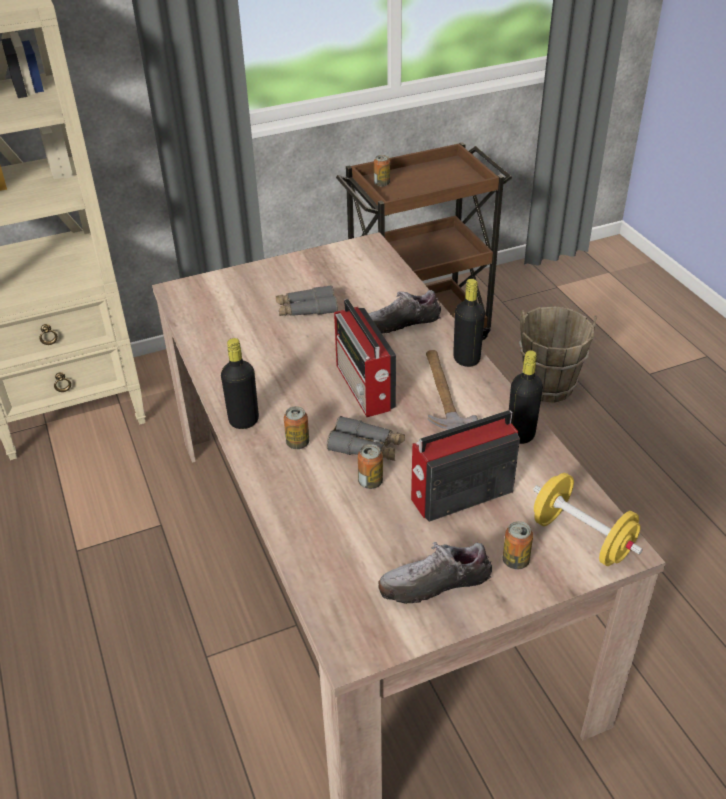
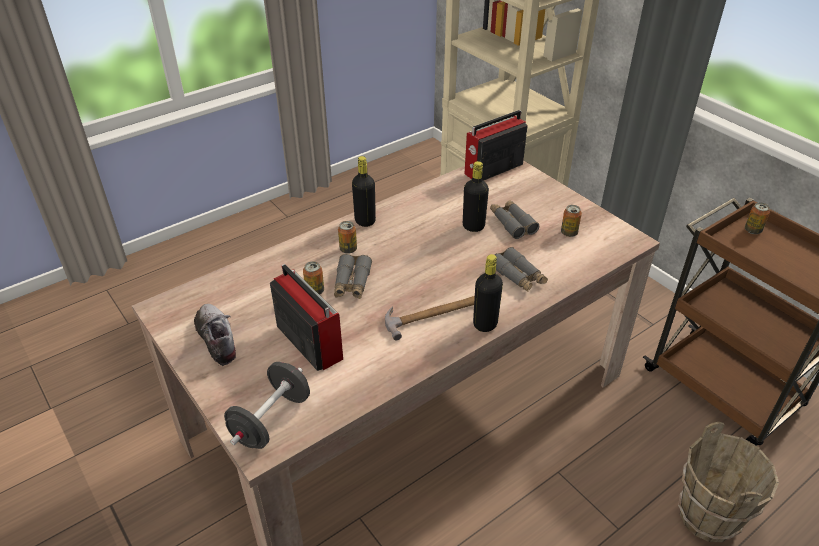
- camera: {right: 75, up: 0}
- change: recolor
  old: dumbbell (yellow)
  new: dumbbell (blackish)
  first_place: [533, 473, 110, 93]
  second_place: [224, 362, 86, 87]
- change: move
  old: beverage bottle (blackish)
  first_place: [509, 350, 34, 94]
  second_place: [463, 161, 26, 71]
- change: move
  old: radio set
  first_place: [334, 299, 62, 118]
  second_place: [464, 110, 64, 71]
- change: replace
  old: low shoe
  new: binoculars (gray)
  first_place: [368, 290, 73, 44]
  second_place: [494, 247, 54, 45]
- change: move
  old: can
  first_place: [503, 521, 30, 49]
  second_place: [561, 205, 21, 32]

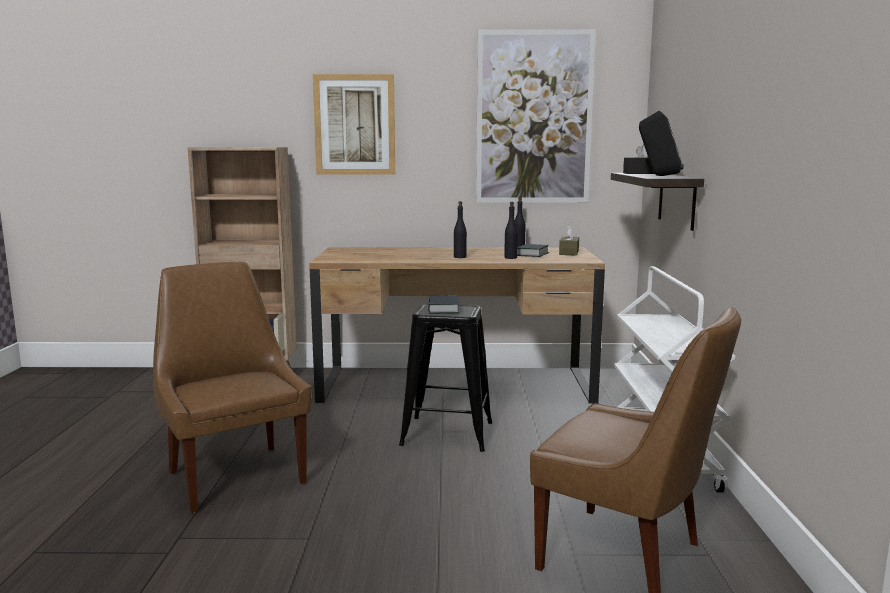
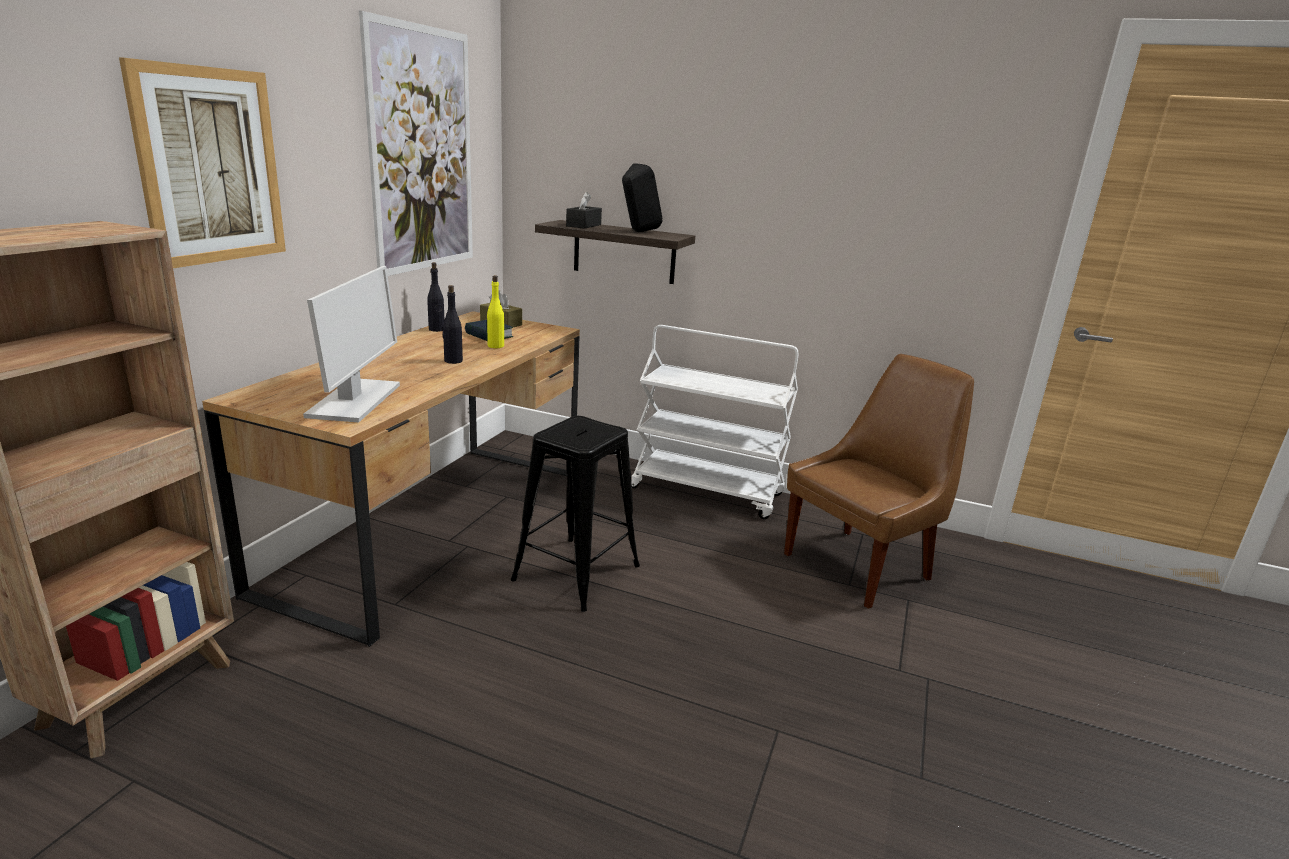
- camera: {right: -70, up: 10}
- change: insert
  new: computer screen
  second_place: [303, 266, 97, 157]
- change: recolor
  old: beverage bottle (blackish)
  new: beverage bottle (yellow)
  first_place: [504, 202, 14, 57]
  second_place: [487, 275, 17, 73]
- change: delete
  old: chair (brownish)
  first_place: [153, 262, 158, 251]
- change: delete
  old: bound book
  first_place: [428, 296, 31, 18]

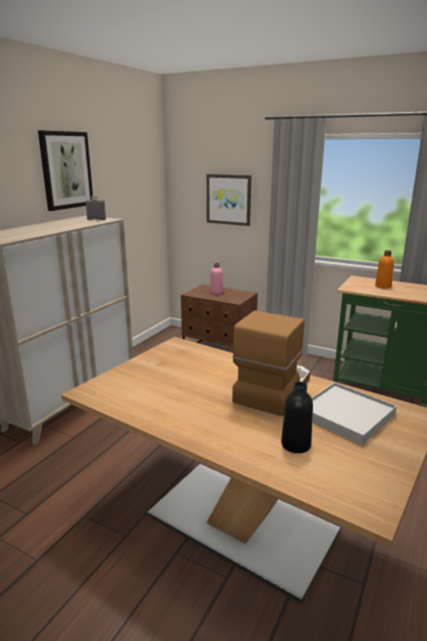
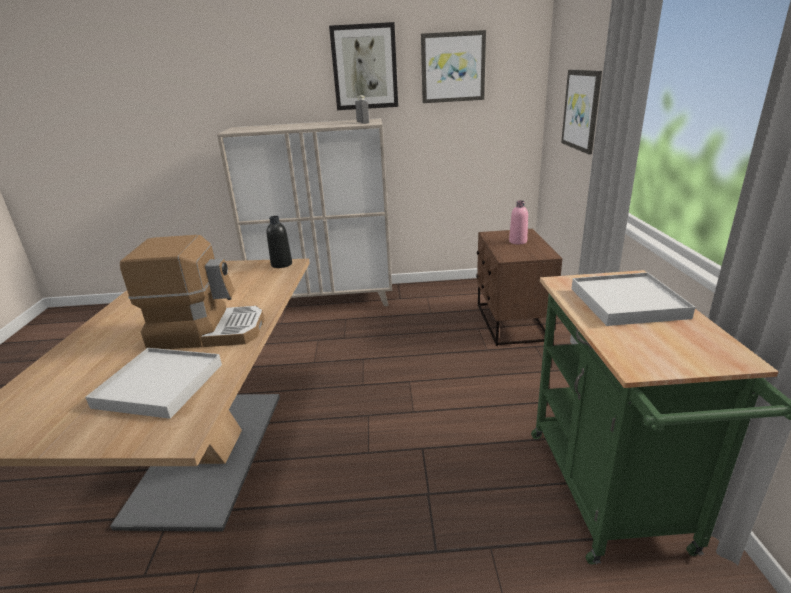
- camera: {right: 60, up: 5}
- change: move
  old: beverage bottle (blackish)
  first_place: [281, 382, 32, 71]
  second_place: [266, 216, 26, 52]
- change: insert
  new: wall art
  second_place: [421, 30, 65, 73]
- change: replace
  old: beverage bottle (orange)
  new: tray (white-coloured)
  first_place: [375, 250, 19, 39]
  second_place: [572, 272, 123, 54]

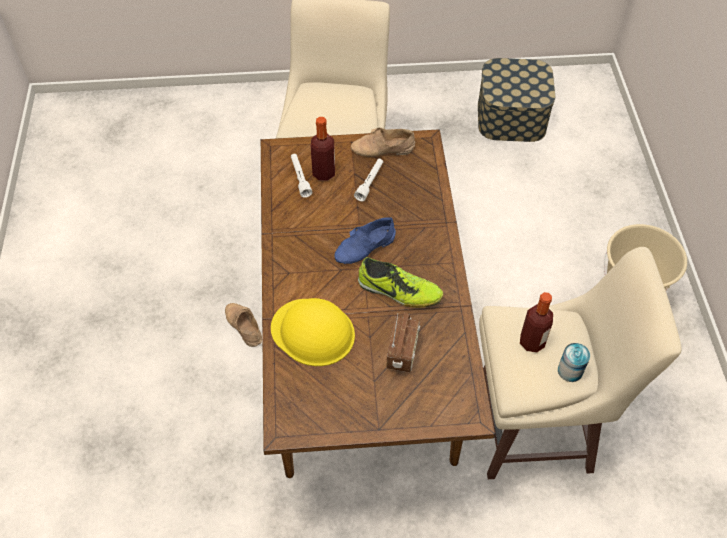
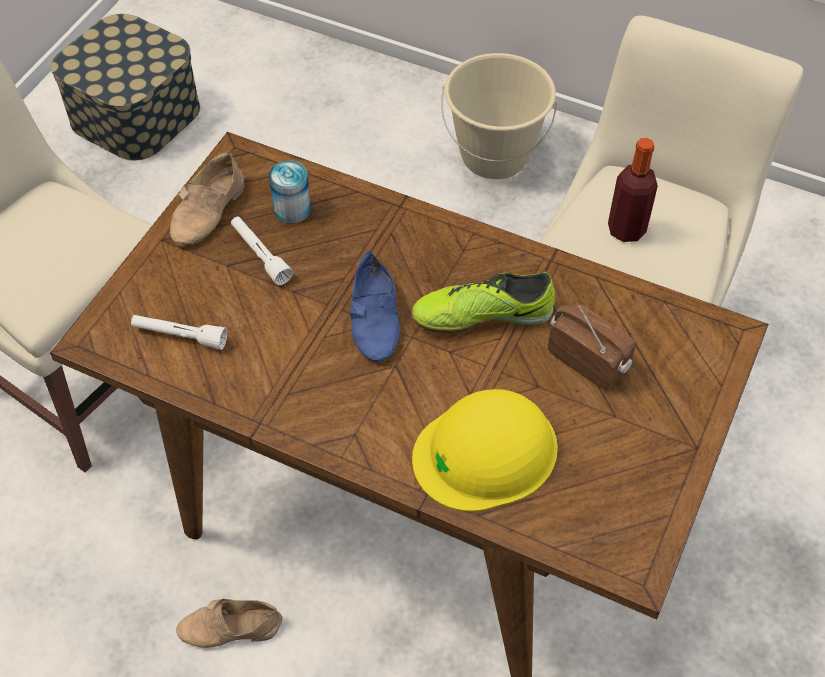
- camera: {right: -60, up: 0}
- change: move
  old: can
  first_place: [558, 343, 32, 39]
  second_place: [269, 160, 42, 64]
- change: rotate
  old: low shoe
  first_place: [358, 257, 85, 51]
  second_place: [412, 272, 143, 61]
  degrees: -150
- change: delete
  old: beverage bottle
  first_place: [311, 117, 24, 64]

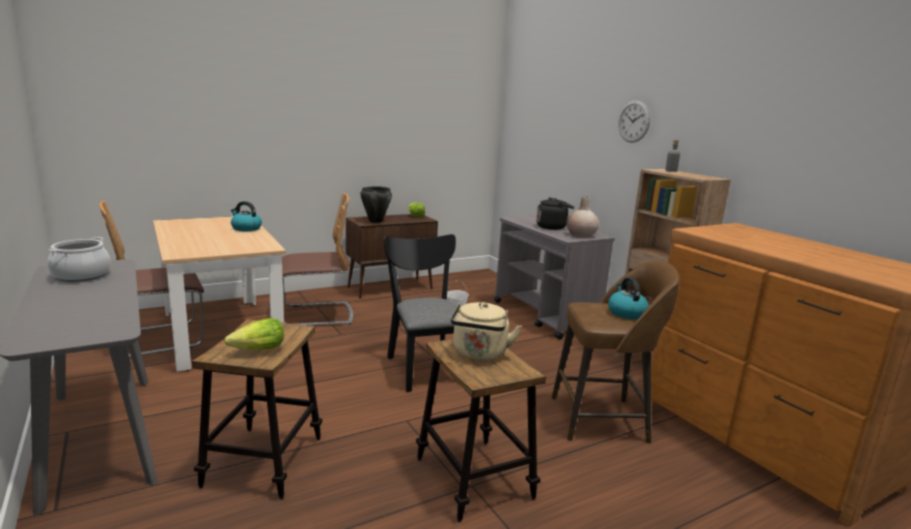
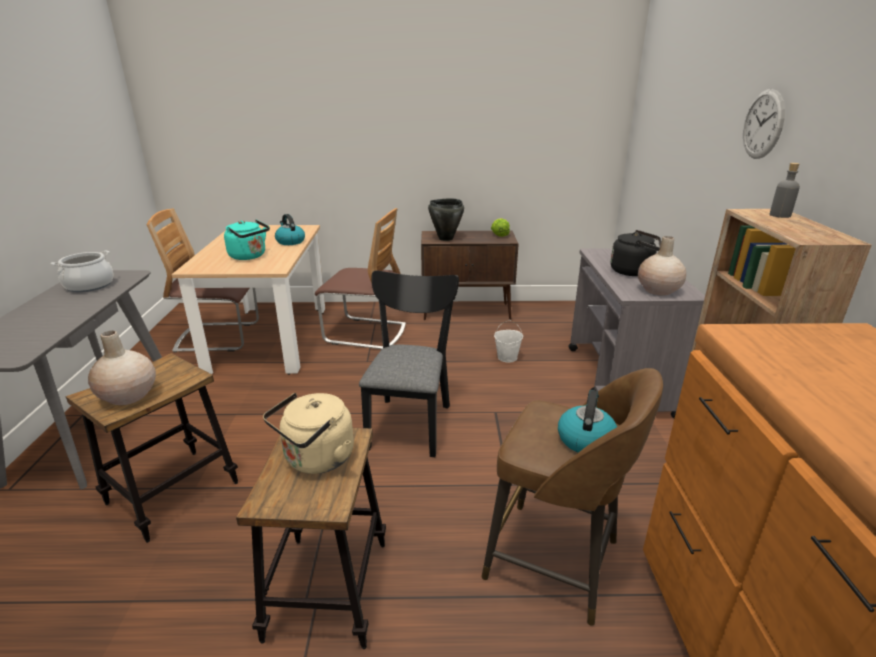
- camera: {right: 30, up: 10}
- change: replace
  old: lettuce head
  new: vase (beige)
  first_place: [224, 318, 60, 32]
  second_place: [88, 331, 68, 74]
- change: insert
  new: kettle (turquoise-coloured)
  second_place: [224, 219, 46, 41]

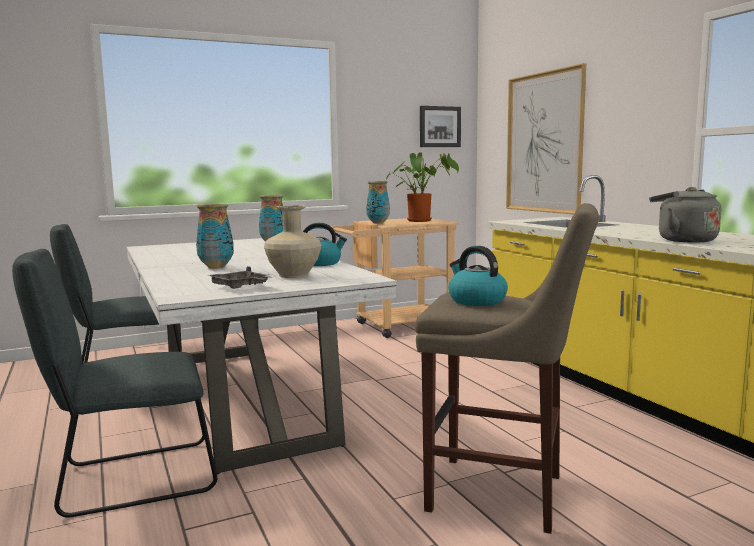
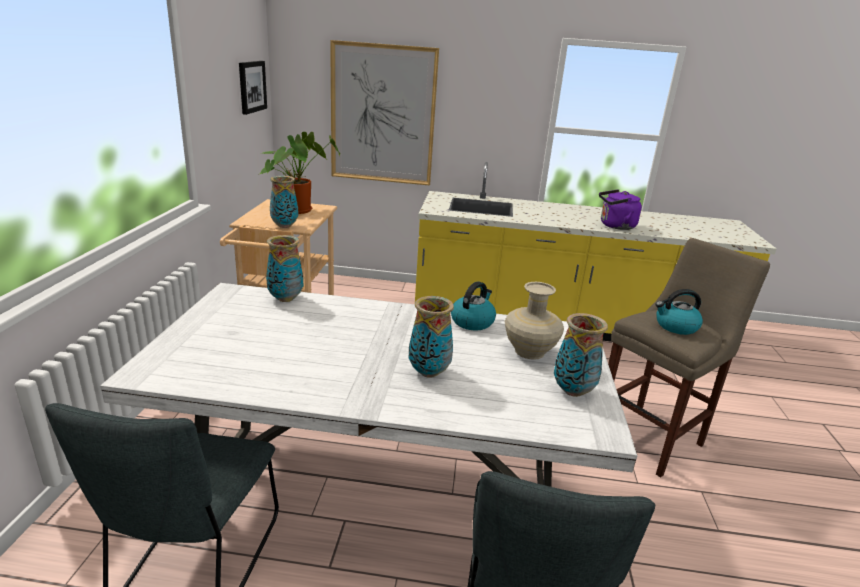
- camera: {right: -60, up: 15}
- change: replace
  old: tray (gray)
  new: vase
  first_place: [207, 266, 65, 23]
  second_place: [554, 313, 54, 84]
- change: recolor
  old: kettle (gray)
  new: kettle (purple)
  first_place: [649, 187, 72, 56]
  second_place: [599, 189, 43, 41]

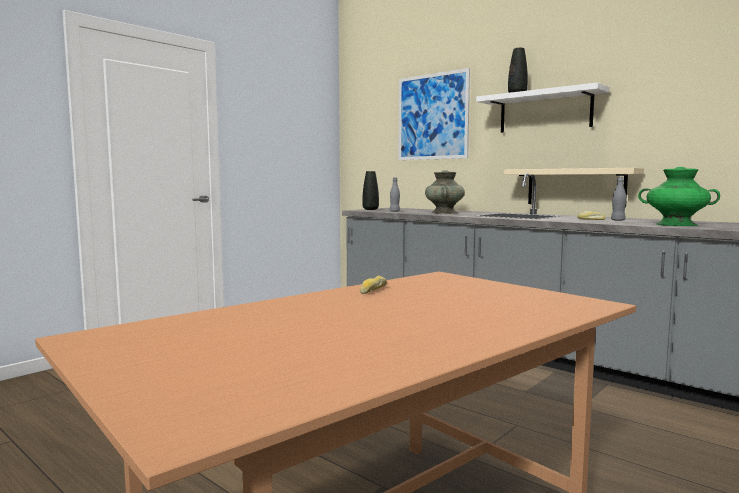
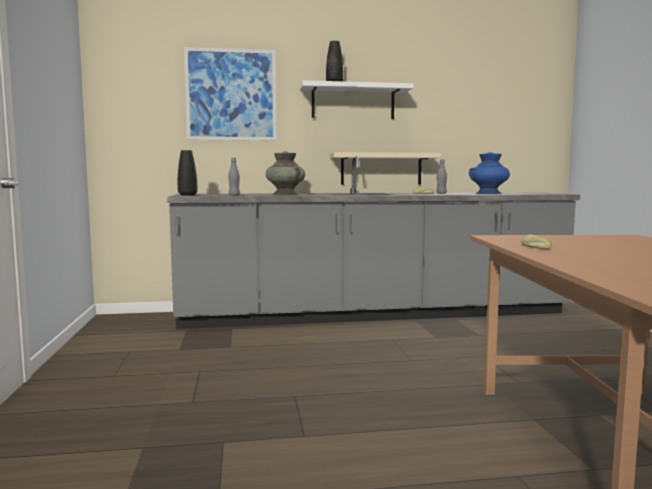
- camera: {right: -50, up: 0}
- change: recolor
  old: vase (green)
  new: vase (blue)
  first_place: [638, 167, 82, 59]
  second_place: [469, 152, 41, 42]

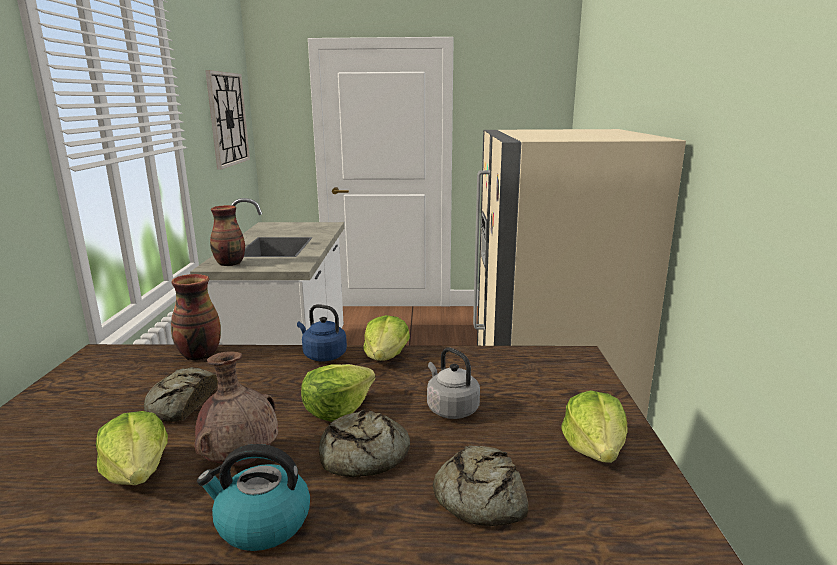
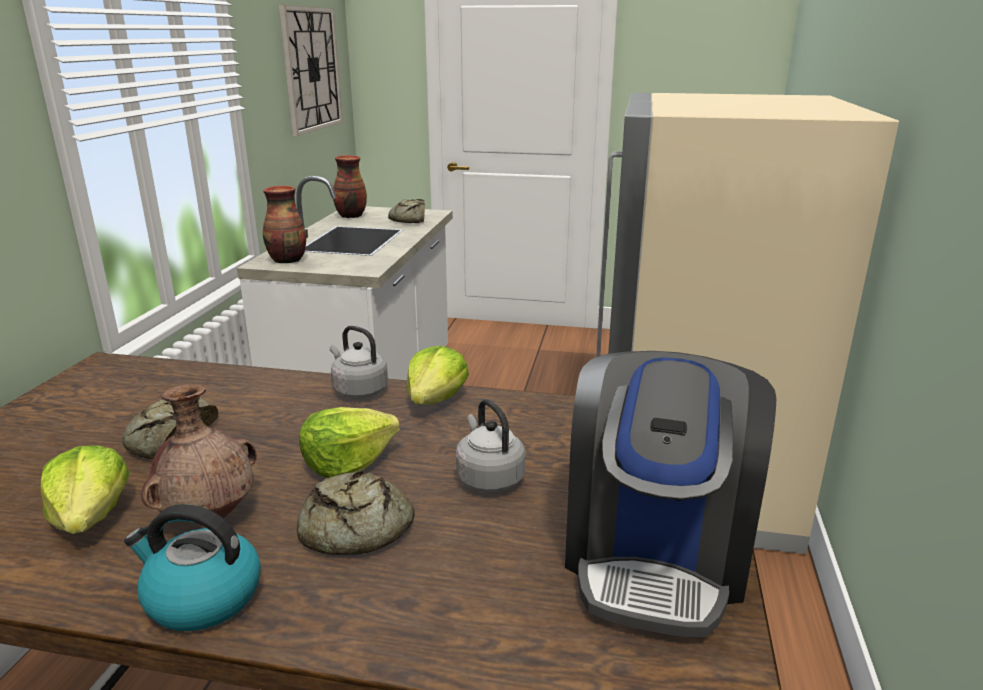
- camera: {right: 10, up: 5}
- change: recolor
  old: kettle (blue)
  new: kettle (gray)
  first_place: [297, 304, 50, 57]
  second_place: [330, 325, 58, 74]
- change: move
  old: vase
  first_place: [171, 274, 50, 87]
  second_place: [333, 155, 34, 63]
- change: move
  old: bread
  first_place: [433, 445, 96, 81]
  second_place: [388, 199, 37, 24]
- change: replace
  old: lettuce head
  new: coffee machine
  first_place: [562, 390, 66, 73]
  second_place: [565, 351, 212, 286]

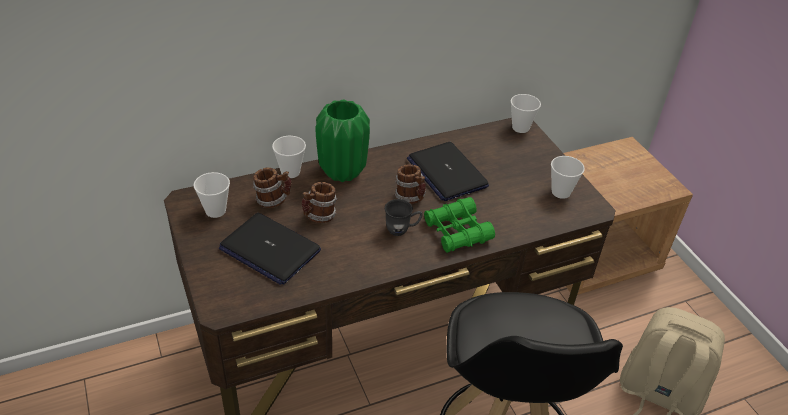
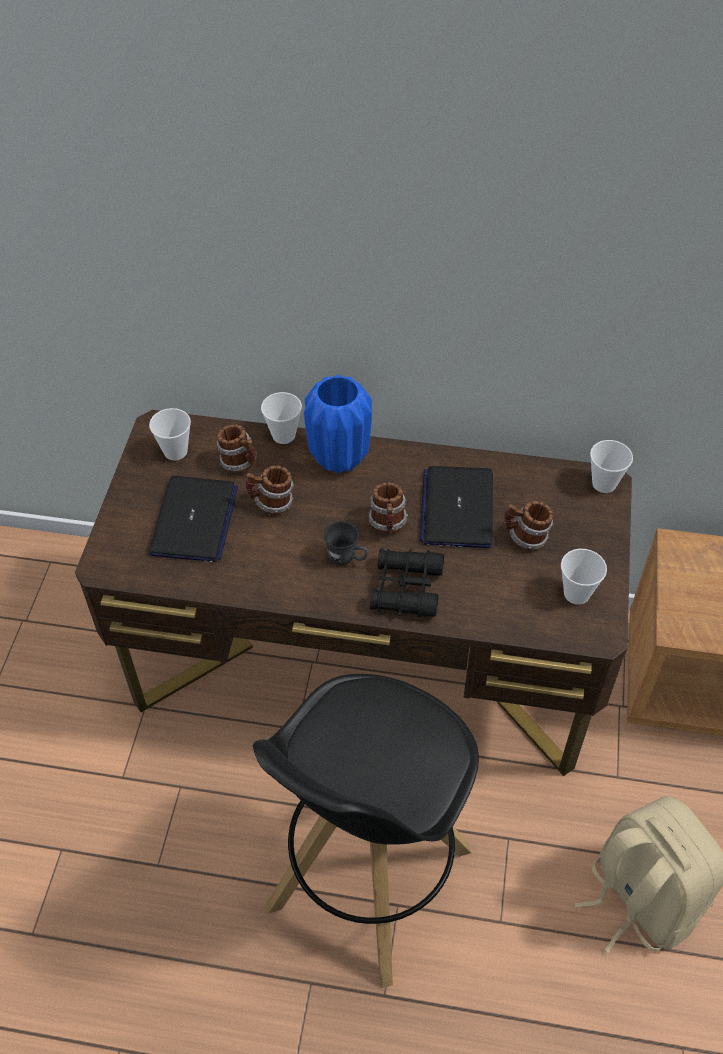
- camera: {right: 35, up: 10}
- change: rotate
  old: portable computer
  first_place: [219, 213, 102, 72]
  second_place: [149, 476, 89, 86]
  degrees: -150
- change: recolor
  old: vase (green)
  new: vase (blue)
  first_place: [315, 100, 55, 82]
  second_place: [304, 374, 68, 99]
- change: recolor
  old: binoculars (green)
  new: binoculars (blackish)
  first_place: [424, 197, 71, 56]
  second_place: [370, 548, 74, 69]
- change: insert
  new: tea mug
  second_place: [505, 501, 49, 50]

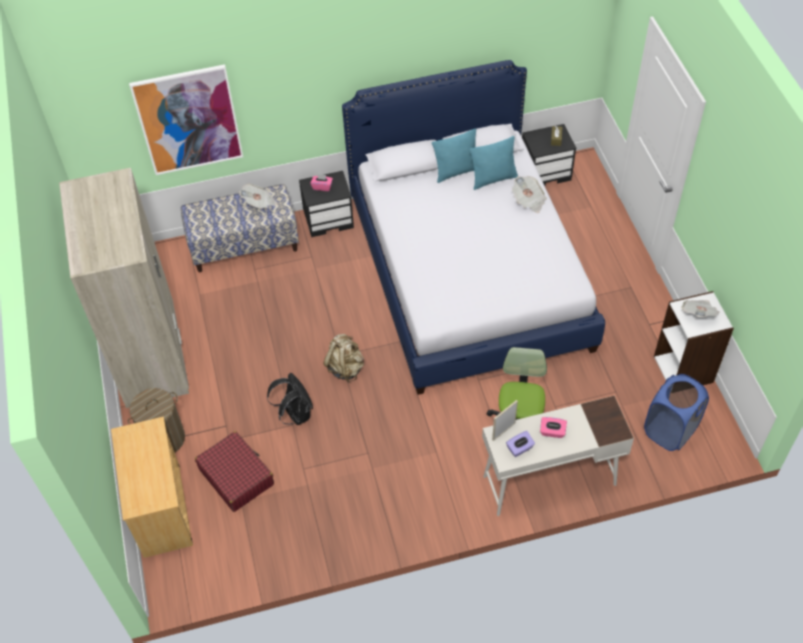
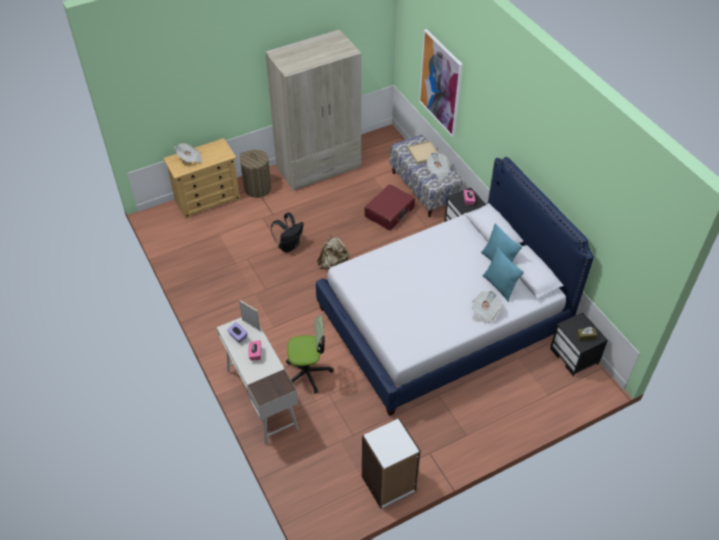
- camera: {right: 75, up: -5}
- change: move
  old: newspaper
  first_place: [681, 300, 39, 17]
  second_place: [174, 143, 28, 20]
- change: move
  old: suitcase (red-coloured)
  first_place: [195, 431, 79, 81]
  second_place: [364, 184, 51, 46]
- change: insert
  new: tray (beige)
  second_place: [408, 141, 30, 24]
- change: delete
  old: washing basket (blue)
  first_place: [644, 374, 65, 77]

